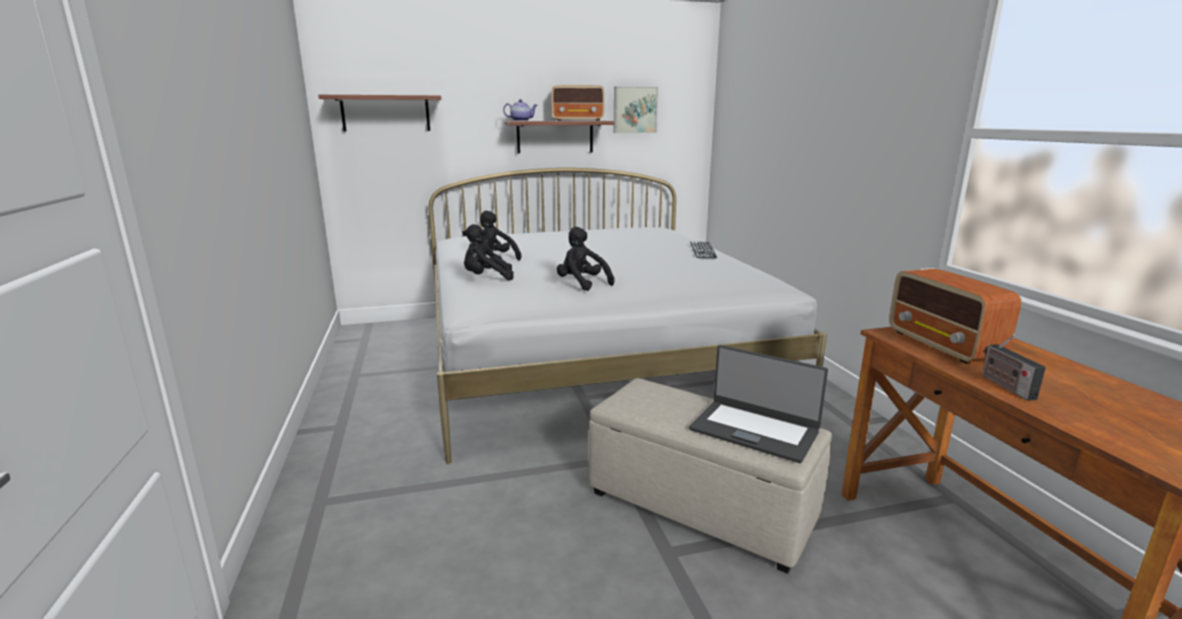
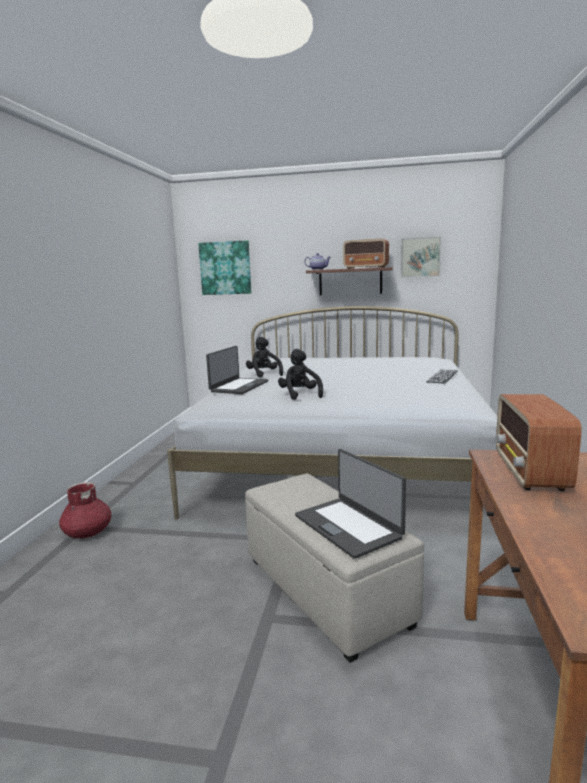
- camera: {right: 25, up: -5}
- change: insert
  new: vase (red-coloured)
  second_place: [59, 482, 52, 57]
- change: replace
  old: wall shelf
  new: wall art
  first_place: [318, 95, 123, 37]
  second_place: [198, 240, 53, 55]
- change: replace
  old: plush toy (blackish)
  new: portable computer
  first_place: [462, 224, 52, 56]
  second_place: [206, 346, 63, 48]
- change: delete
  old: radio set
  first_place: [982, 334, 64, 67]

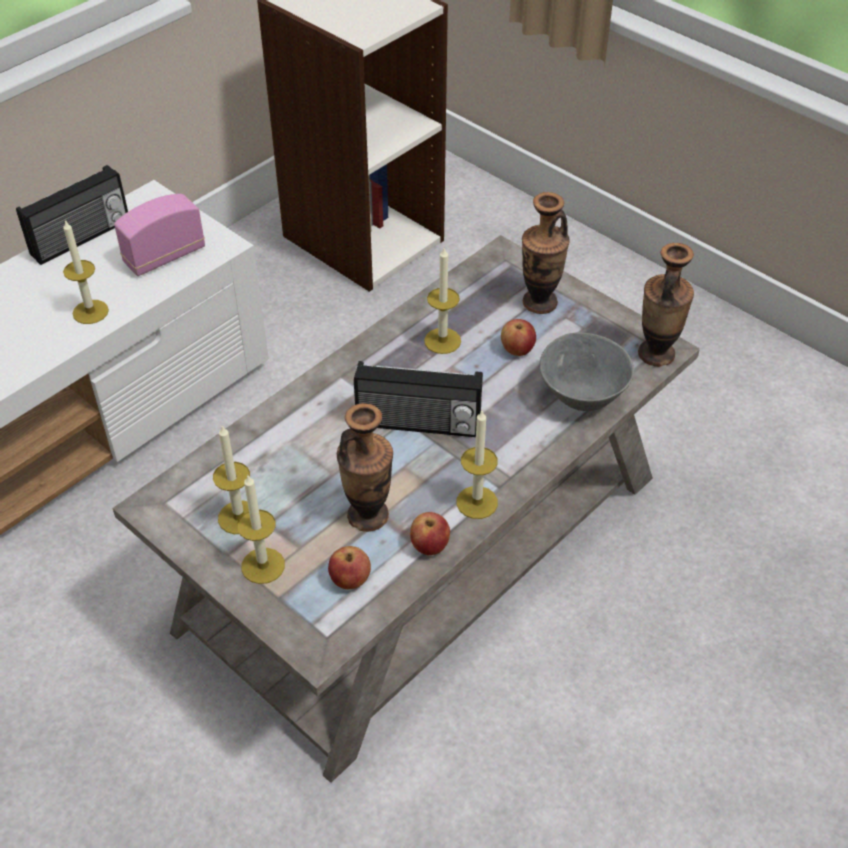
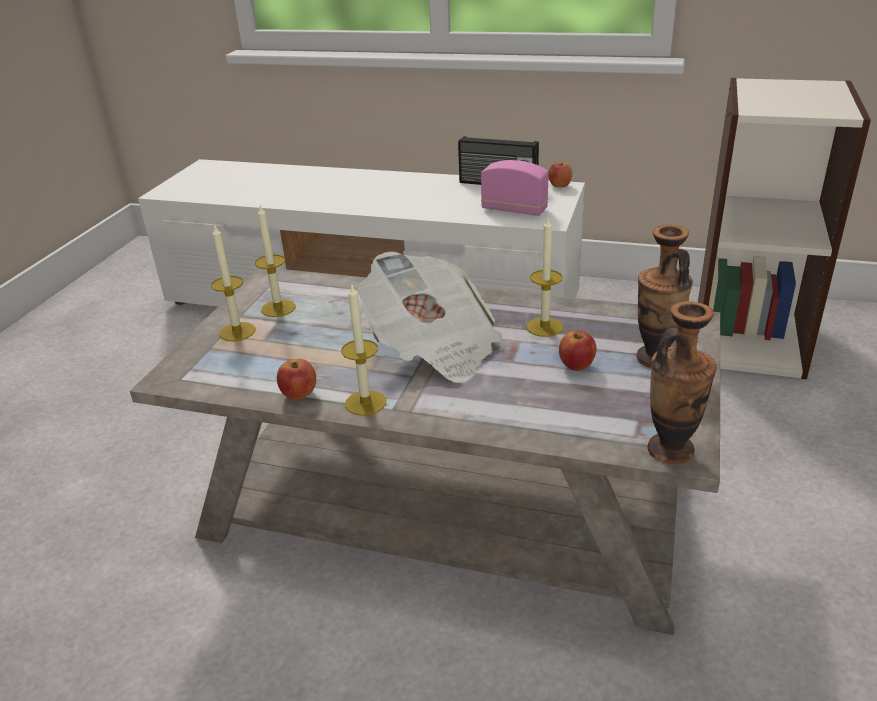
- camera: {right: 65, up: -15}
- change: replace
  old: radio set
  new: newspaper
  first_place: [354, 361, 129, 76]
  second_place: [357, 251, 146, 132]
- change: move
  old: apple
  first_place: [328, 546, 43, 44]
  second_place: [548, 162, 24, 25]
- change: delete
  old: candle
  first_place: [63, 219, 46, 105]
- change: delete
  old: vase
  first_place: [337, 403, 56, 129]
- change: delete
  old: deep dish (gray)
  first_place: [540, 332, 94, 79]

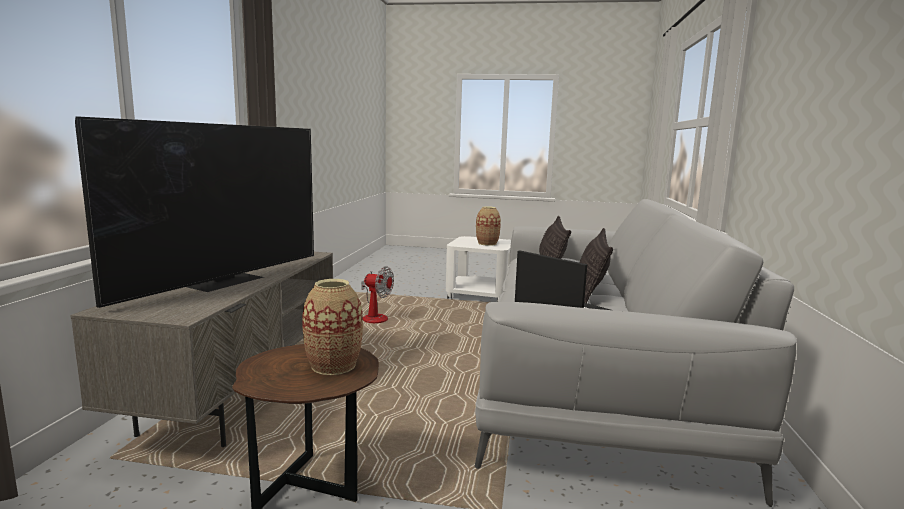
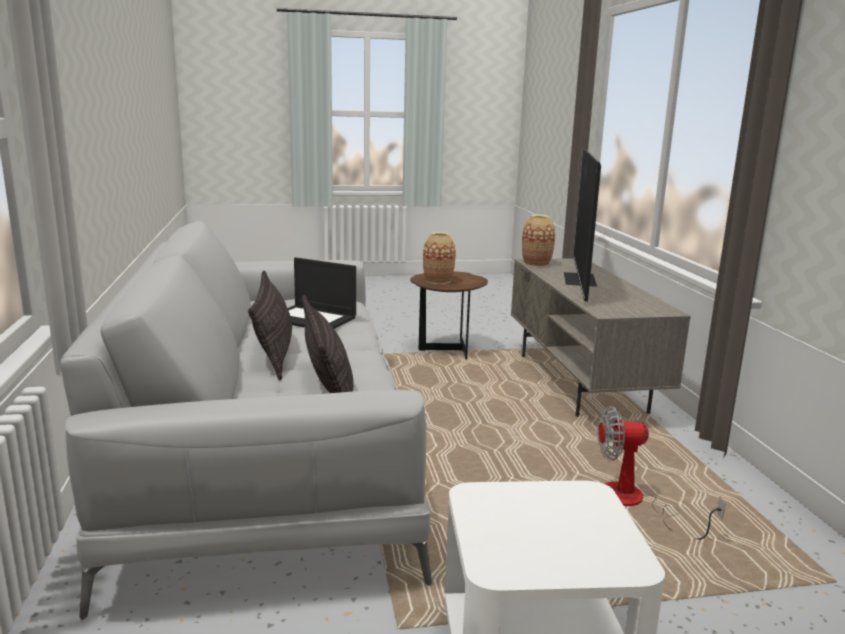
- camera: {right: 160, up: 5}
- change: move
  old: vase
  first_place: [476, 206, 25, 40]
  second_place: [522, 215, 33, 52]

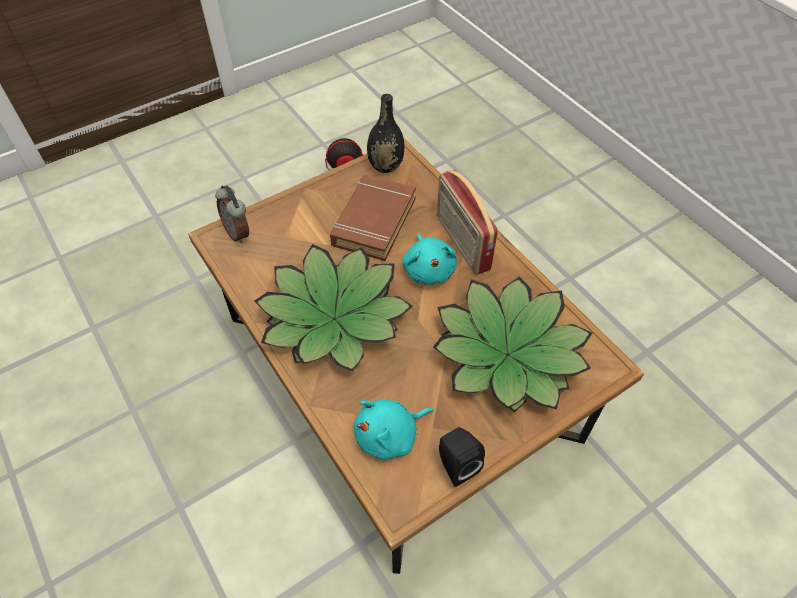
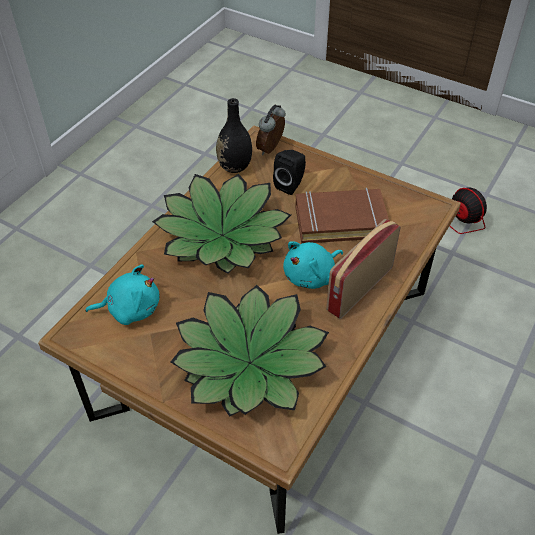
- camera: {right: 65, up: -5}
- change: rotate
  old: plush toy (turquoise-coloured)
  first_place: [354, 399, 80, 61]
  second_place: [85, 264, 75, 61]
  degrees: 135
- change: move
  old: vase (blackish)
  first_place: [367, 94, 37, 79]
  second_place: [216, 98, 36, 75]
- change: move
  old: audio speaker (blackish)
  first_place: [439, 427, 46, 60]
  second_place: [273, 150, 33, 45]

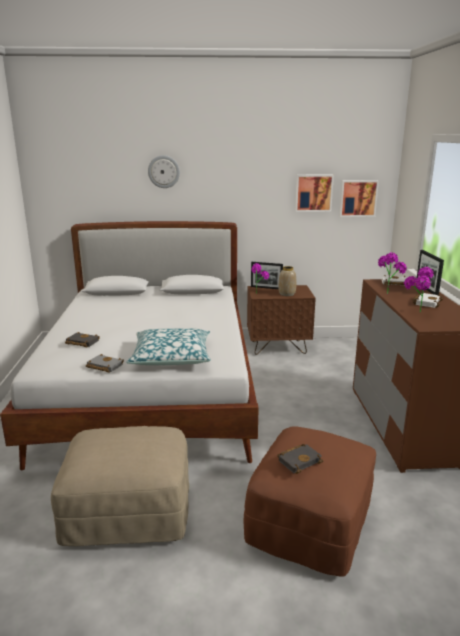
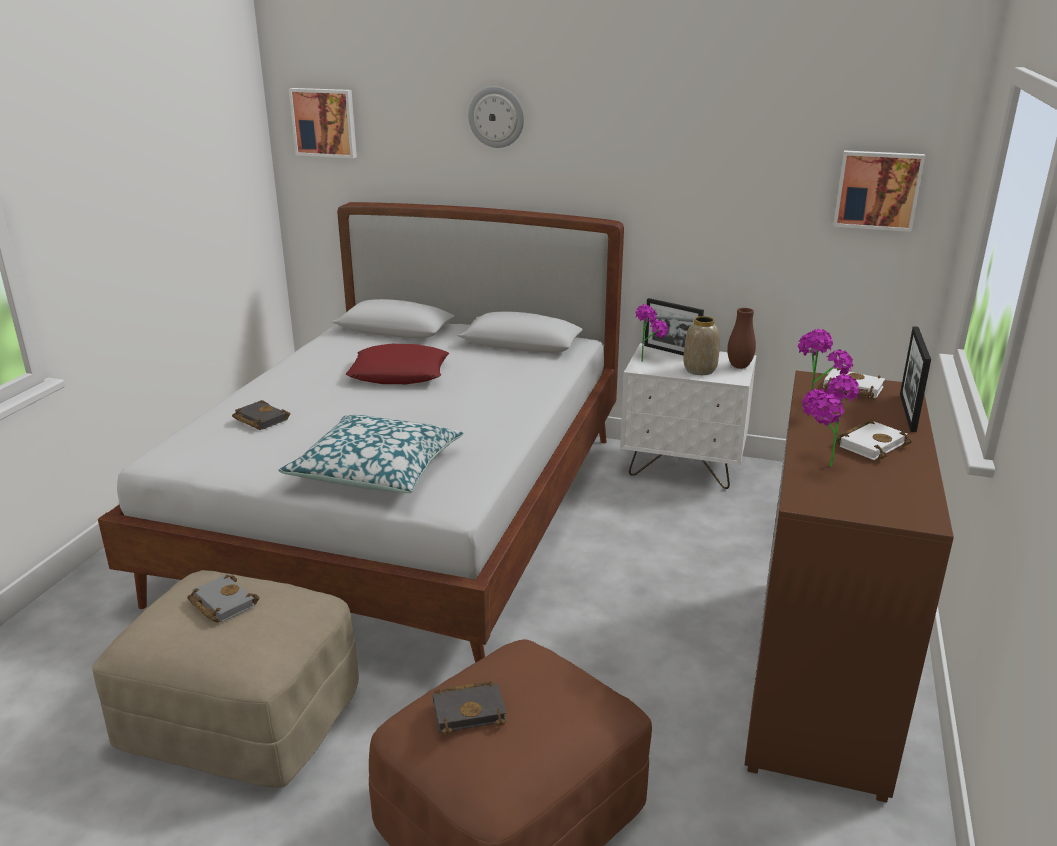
- camera: {right: 20, up: 5}
- change: move
  old: bound book (gray)
  first_place: [86, 354, 38, 19]
  second_place: [187, 575, 73, 48]
- change: move
  old: wall art
  first_place: [295, 175, 39, 37]
  second_place: [289, 88, 68, 70]
- change: insert
  new: pillow (red-coloured)
  second_place: [346, 344, 103, 40]
- change: recolor
  old: nightstand (brownish)
  new: nightstand (white-coloured)
  first_place: [247, 285, 69, 70]
  second_place: [620, 343, 137, 146]
- change: insert
  new: vase (brownish)
  second_place: [727, 308, 29, 61]

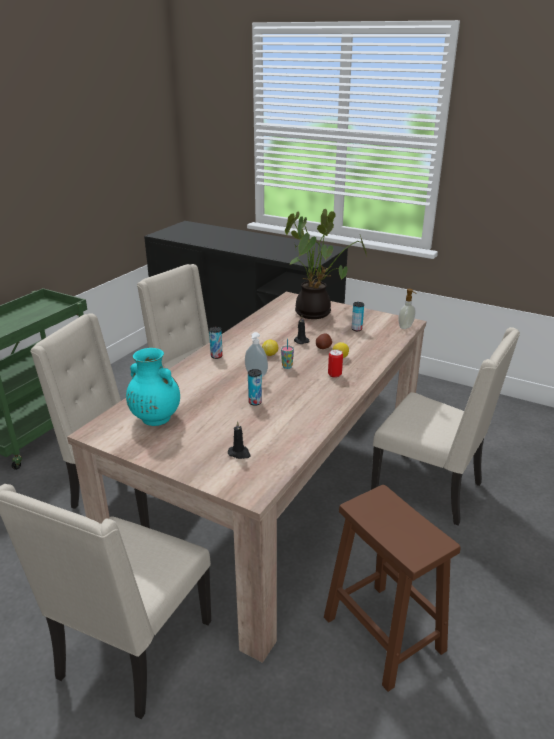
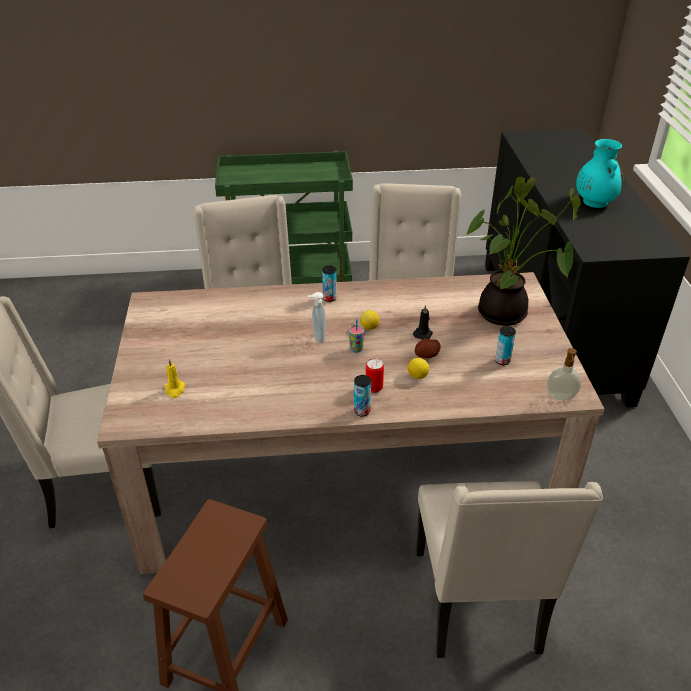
- camera: {right: 55, up: 10}
- change: recolor
  old: candle (blackish)
  new: candle (yellow)
  first_place: [228, 421, 23, 38]
  second_place: [165, 359, 20, 39]
- change: move
  old: can
  first_place: [248, 369, 14, 37]
  second_place: [354, 375, 17, 41]
- change: move
  old: vase (turquoise-coloured)
  first_place: [126, 348, 54, 78]
  second_place: [576, 139, 48, 69]

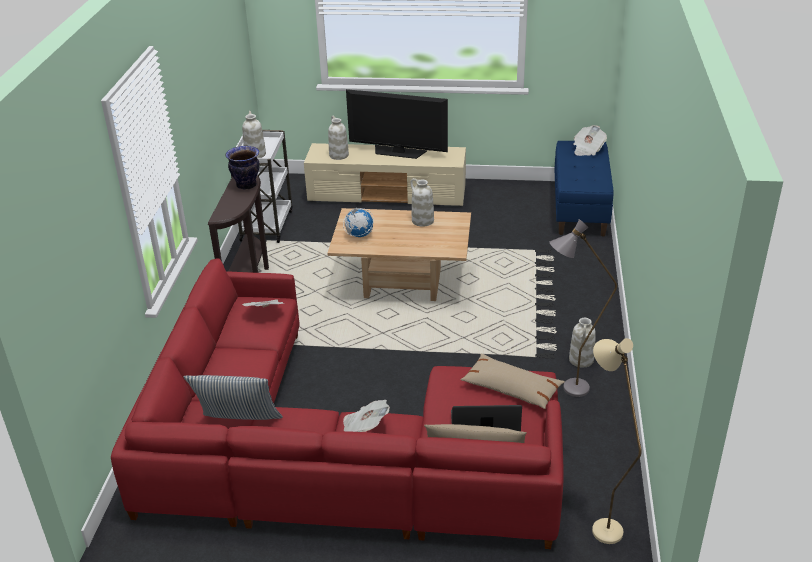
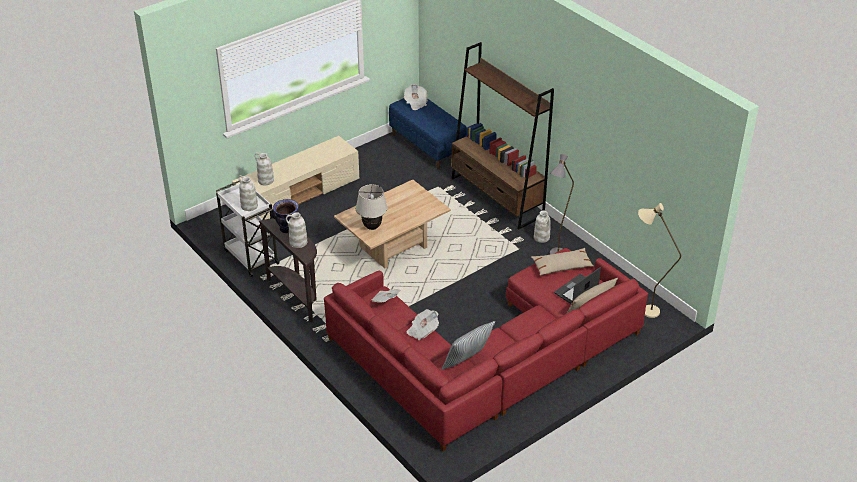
- camera: {right: -45, up: 5}
- change: move
  old: vase (white-coloured)
  first_place: [410, 178, 24, 49]
  second_place: [286, 212, 21, 36]
- change: replace
  old: world globe
  new: tabletop lamp (beige)
  first_place: [343, 207, 31, 30]
  second_place: [356, 184, 32, 46]
- change: move
  old: newspaper
  first_place: [343, 400, 47, 32]
  second_place: [407, 309, 32, 31]
- change: insert
  new: bookcase (brownish)
  second_place: [451, 42, 103, 188]
- change: delete
  old: TV set
  first_place: [346, 89, 102, 70]

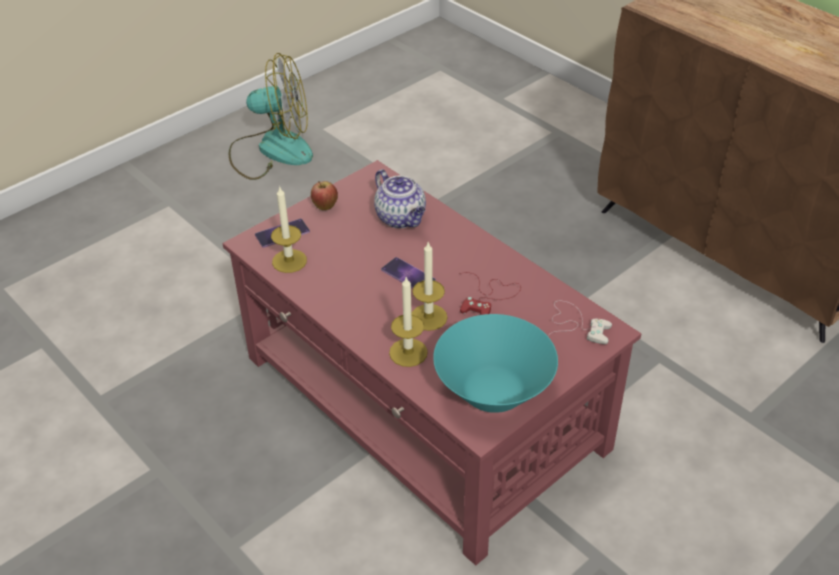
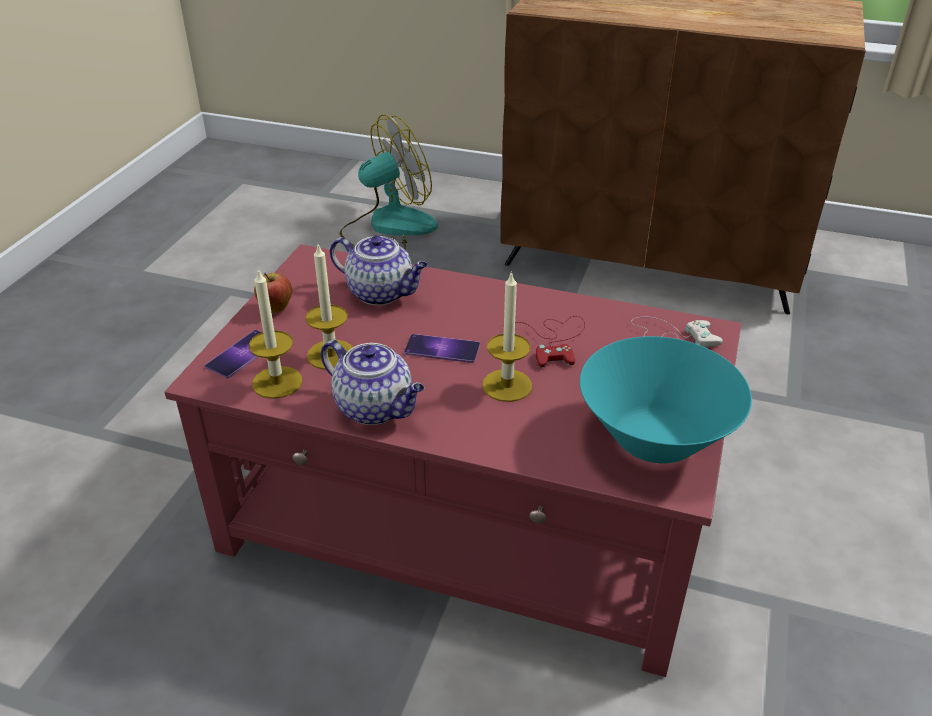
- camera: {right: -30, up: -5}
- change: move
  old: candle
  first_place: [389, 277, 39, 90]
  second_place: [305, 244, 48, 126]
- change: insert
  new: teapot
  second_place: [321, 340, 103, 85]
- change: move
  old: electric fan
  first_place: [229, 53, 84, 127]
  second_place: [339, 115, 99, 135]

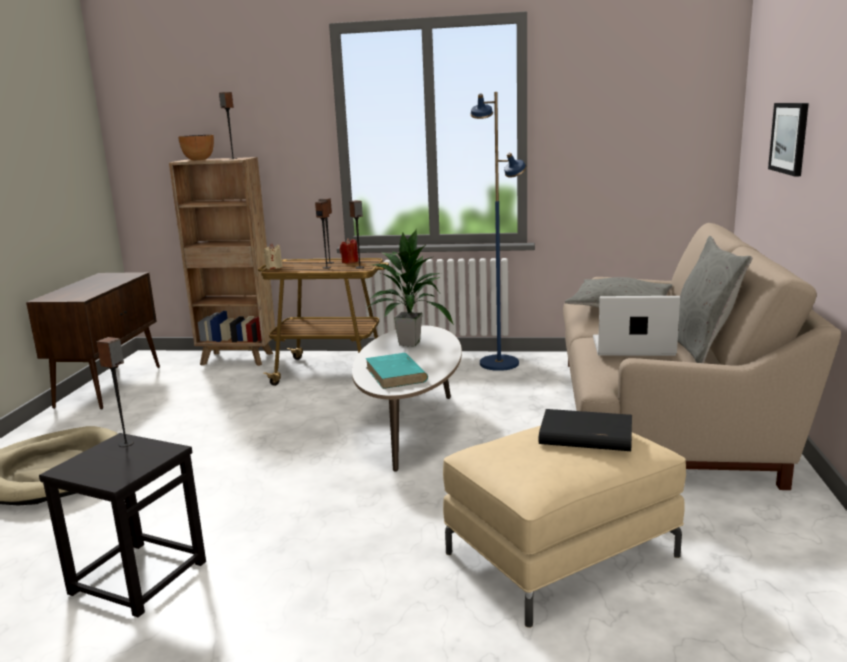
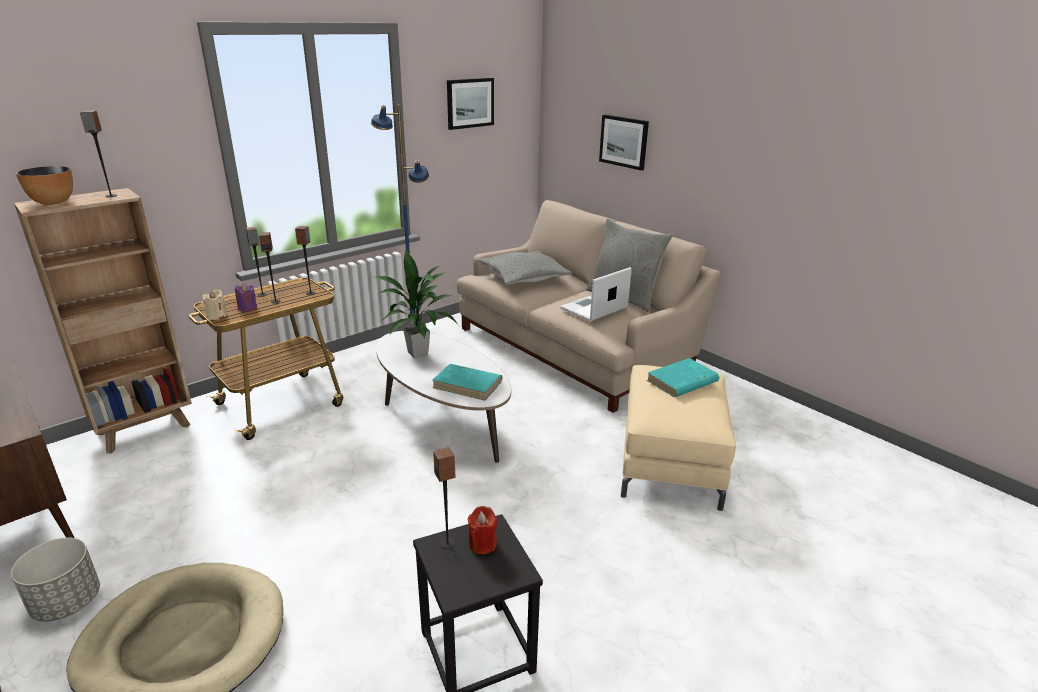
- camera: {right: -50, up: 10}
- change: insert
  new: plant pot (gray)
  second_place: [11, 538, 89, 84]
- change: insert
  new: candle (purple)
  second_place: [234, 284, 23, 28]
- change: insert
  new: wall art
  second_place: [447, 78, 47, 52]
- change: move
  old: candle (red-coloured)
  first_place: [340, 238, 18, 25]
  second_place: [468, 506, 29, 48]
- change: recolor
  old: bound book (blackish)
  new: bound book (turquoise-coloured)
  first_place: [539, 409, 93, 42]
  second_place: [646, 358, 73, 39]

